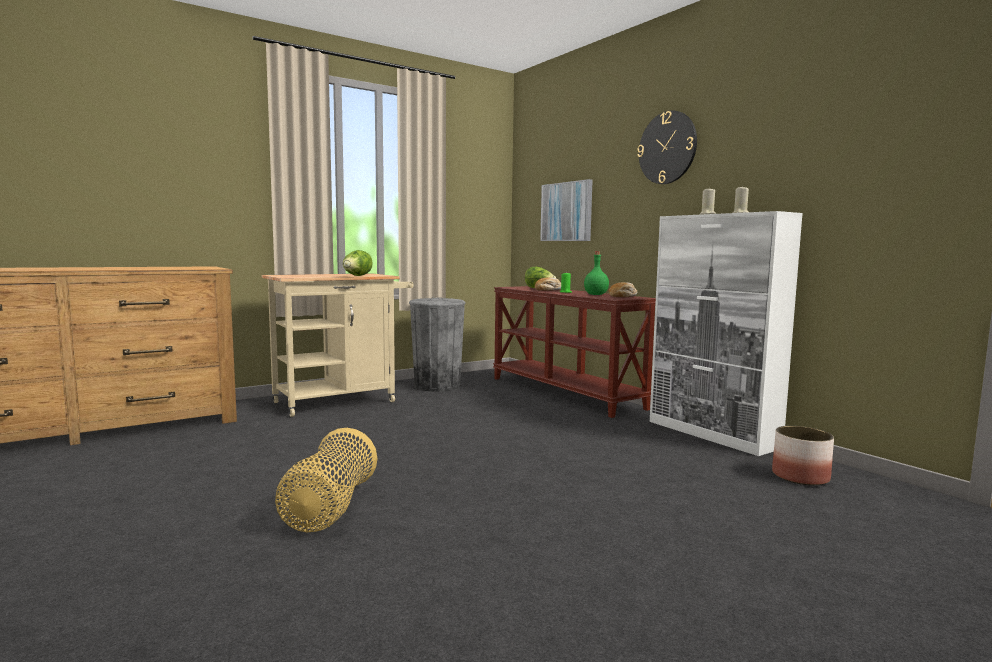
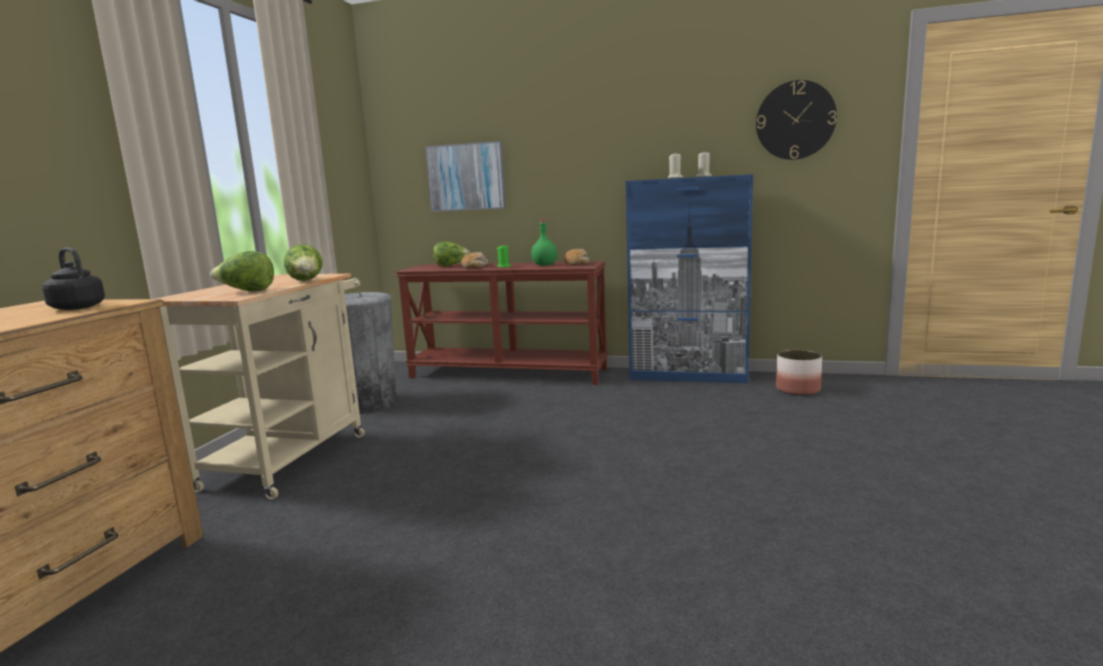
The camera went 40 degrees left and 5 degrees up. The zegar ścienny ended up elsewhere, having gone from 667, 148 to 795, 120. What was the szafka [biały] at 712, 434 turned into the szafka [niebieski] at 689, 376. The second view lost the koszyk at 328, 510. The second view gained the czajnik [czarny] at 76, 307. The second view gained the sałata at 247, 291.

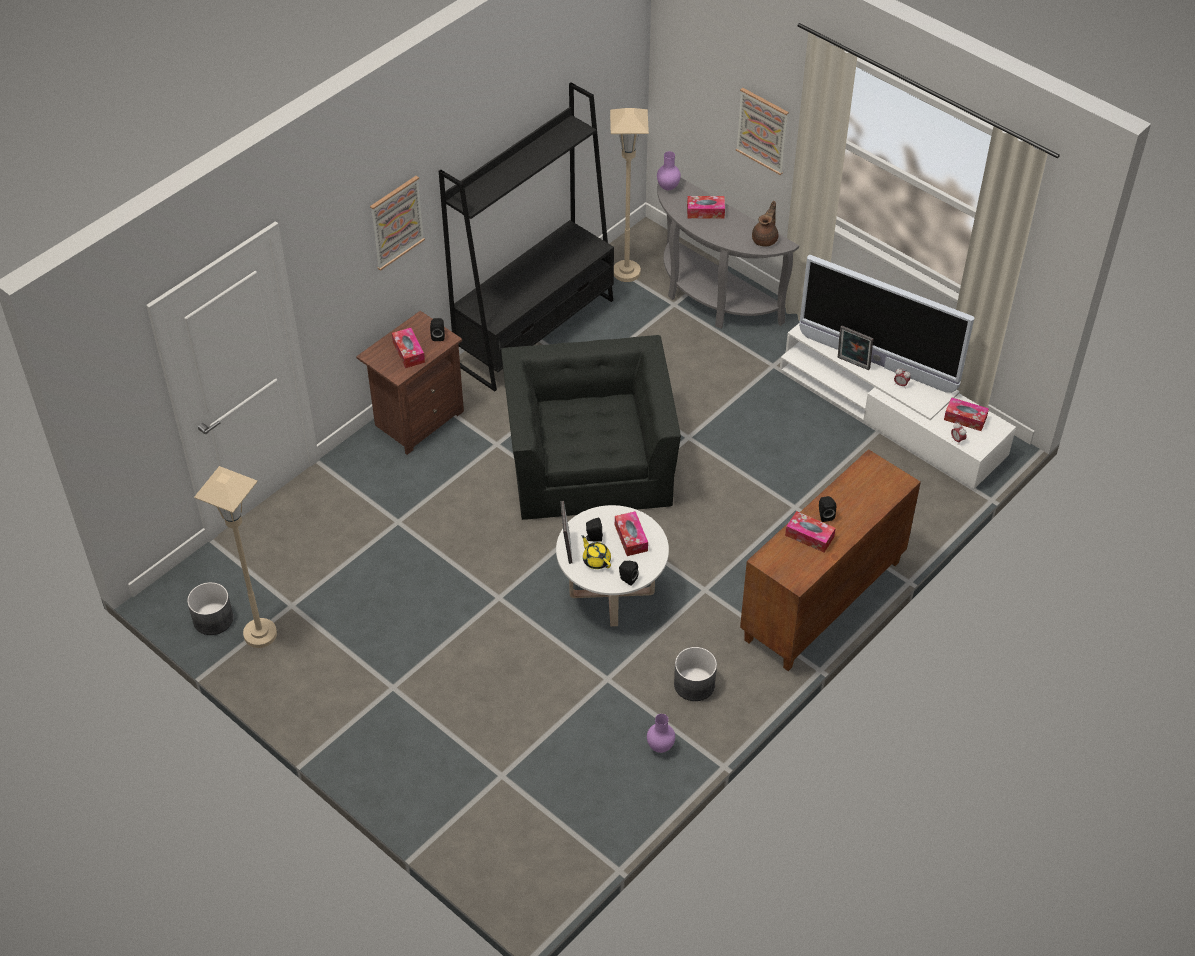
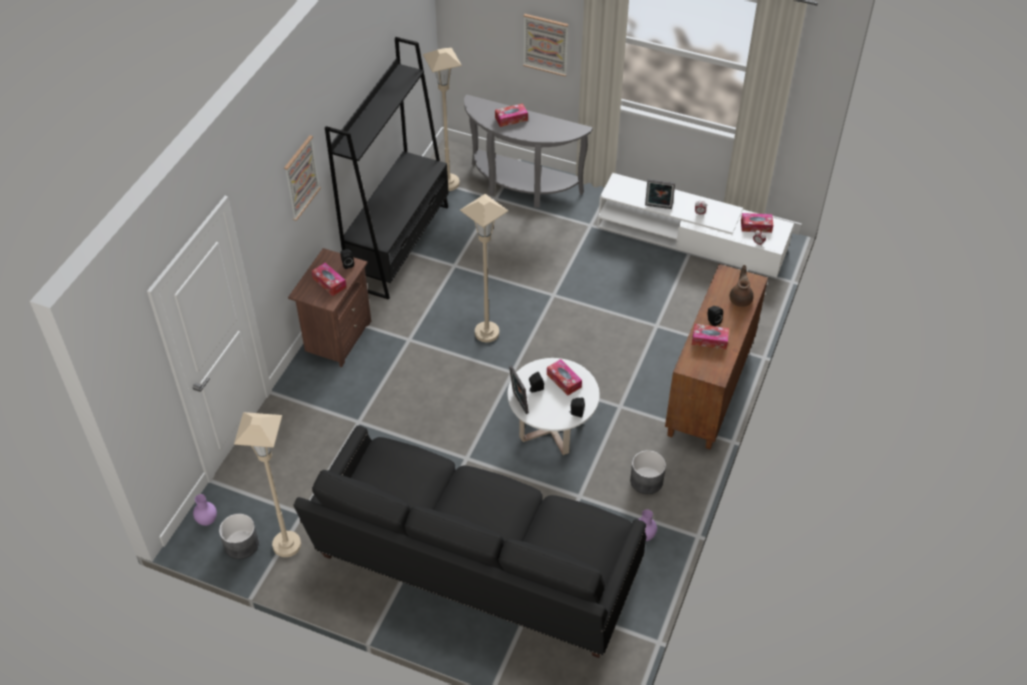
The camera went 20 degrees left and 0 degrees up. The wazon [fioletowy] ended up elsewhere, having gone from 667, 187 to 207, 521. The imbryk [brązowy] ended up elsewhere, having gone from 765, 239 to 741, 299. The second view lost the telewizor at 876, 363. Where the fotel [czarny] stood at 589, 461, the lampa stojąca [beżowy] came to stand at 487, 333. The second view lost the imbryk [żółty] at 596, 560. The second view gained the kanapa [czarny] at 475, 567.

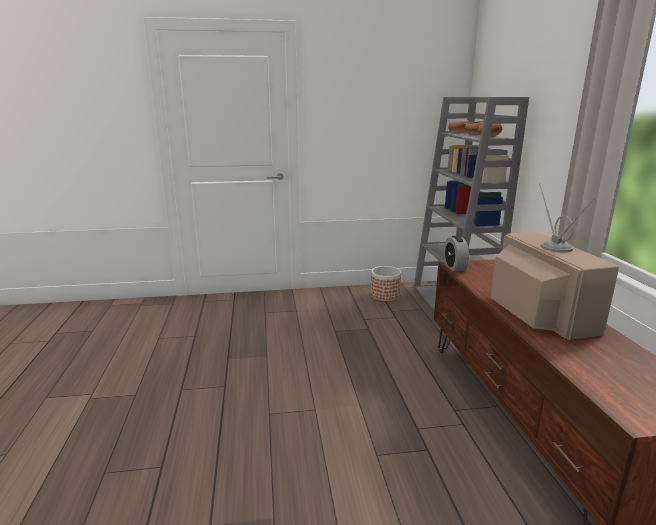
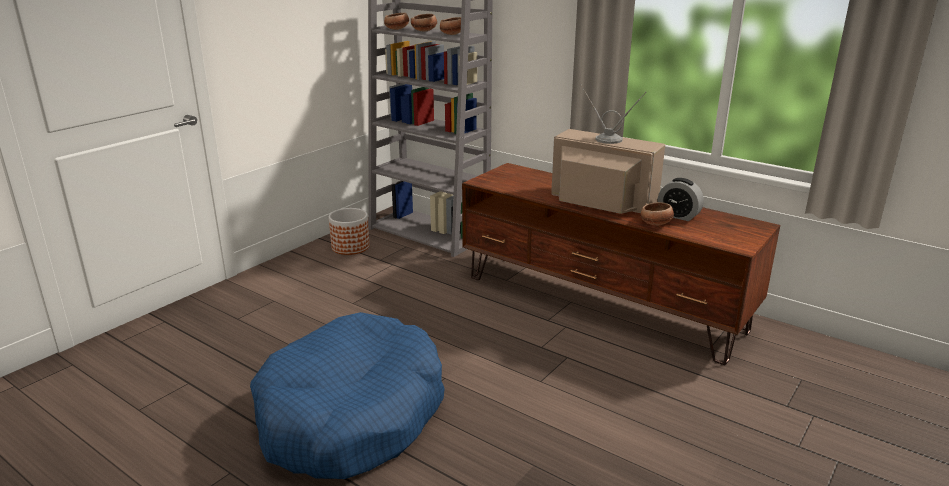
The camera went 45 degrees left and 5 degrees up. The budzik ended up elsewhere, having gone from 454, 267 to 678, 216. The second view gained the miska at 656, 224. The second view gained the legowisko [niebieski] at 351, 415.

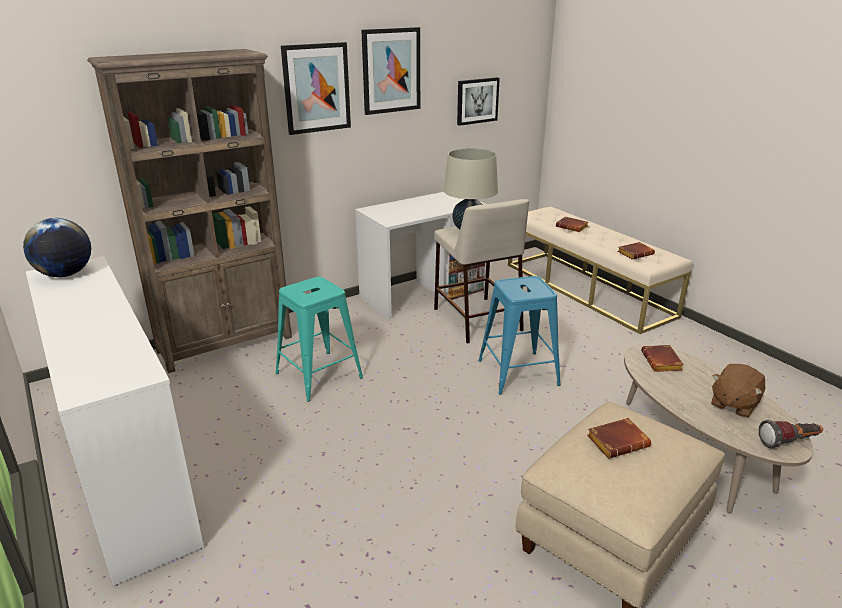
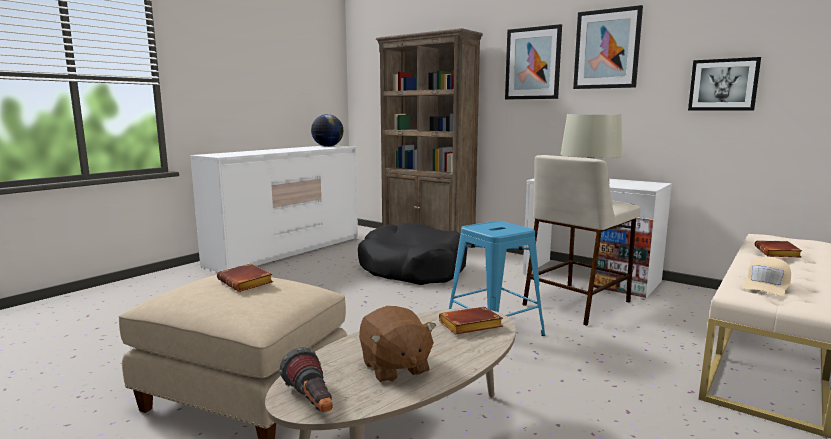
The camera went 70 degrees right and 15 degrees down. Where the książka [brązowy] stood at 635, 253, the czapka z daszkiem [beżowy] came to stand at 766, 285. Where the stołek [turkusowy] stood at 318, 375, the legowisko [czarny] came to stand at 412, 269. The pluszak [brązowy] at 733, 404 ended up facing another way, 135 degrees counterclockwise from before.

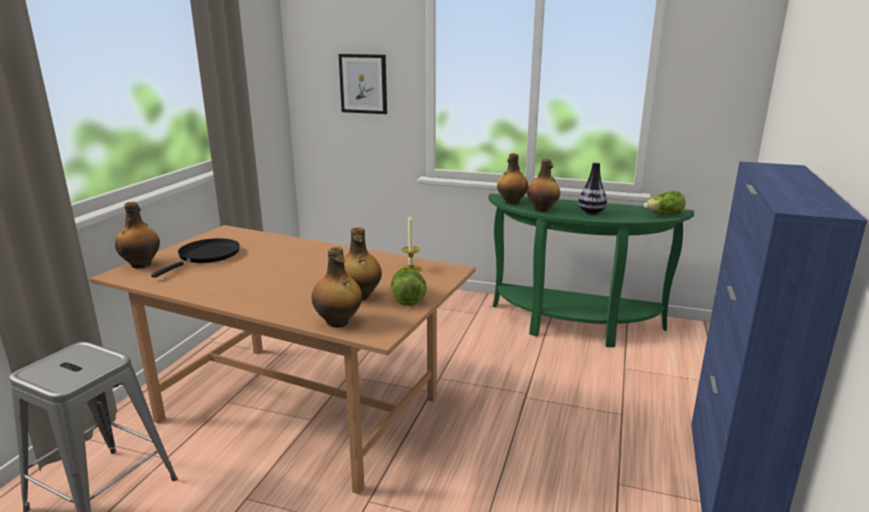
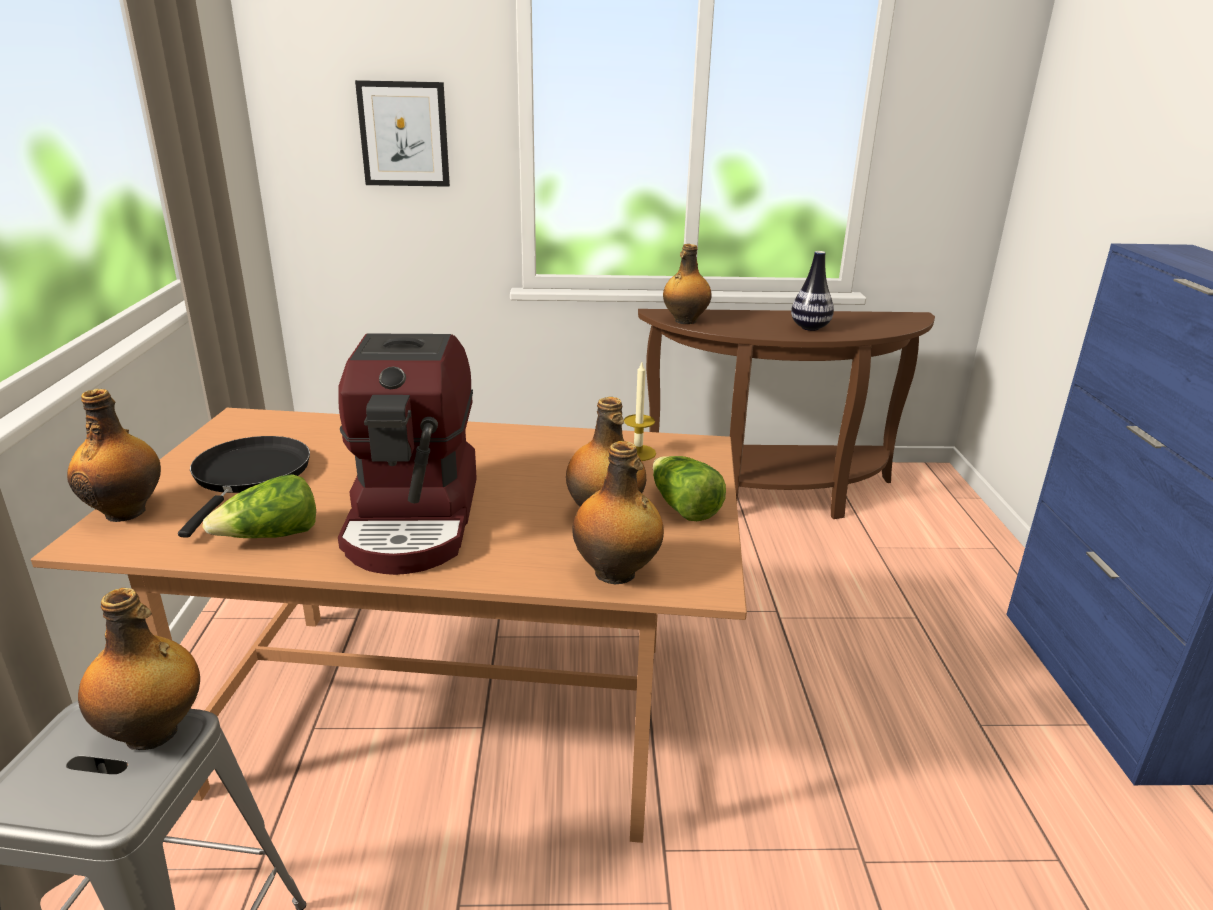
The camera went 20 degrees left and 5 degrees up. The butelka ended up elsewhere, having gone from 542, 210 to 154, 733. The sałata ended up elsewhere, having gone from 663, 214 to 271, 536. What was the stolik konsolowy [zielony] at 573, 326 turned into the stolik konsolowy [brązowy] at 773, 495. The second view gained the ekspres do kawy at 415, 519.

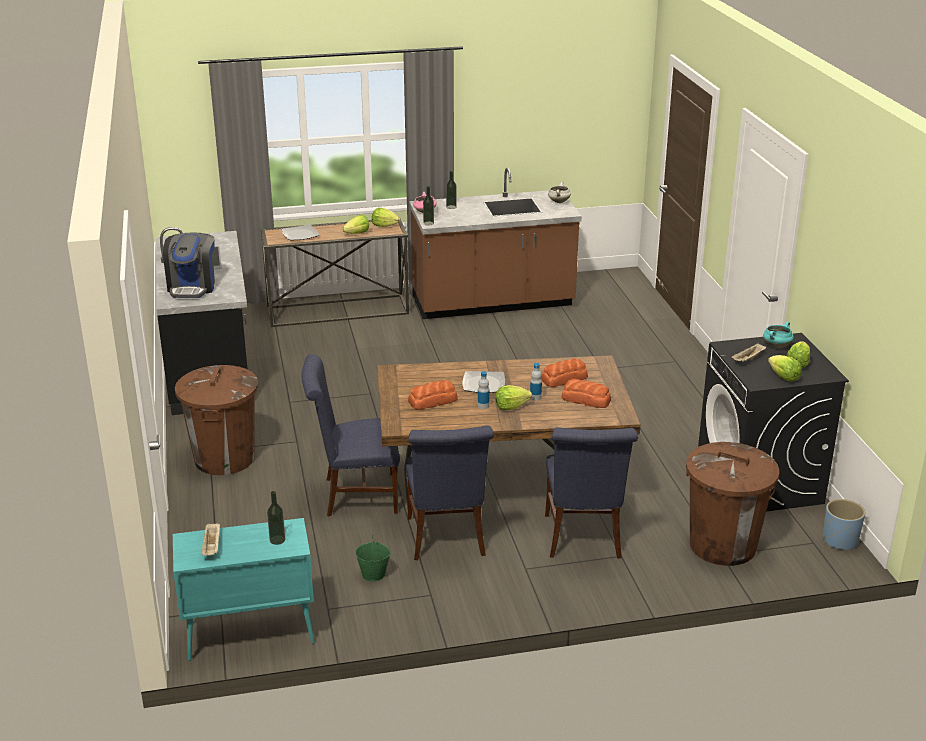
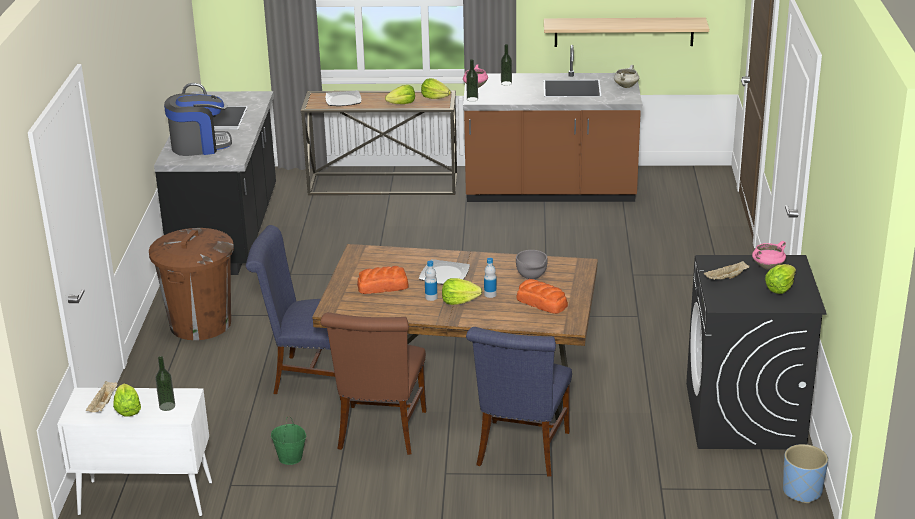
The camera went 15 degrees right and 0 degrees up. The ekspres do kawy at 192, 287 ended up facing another way, 120 degrees counterclockwise from before. What was the garnek [turkusowy] at 776, 345 turned into the garnek [różowy] at 768, 266. The sałata ended up elsewhere, having gone from 783, 377 to 127, 410. Where the chleb stood at 564, 379, the miska [szary] came to stand at 532, 278. What was the krzesło [niebieski] at 447, 540 turned into the krzesło [brązowy] at 380, 433. The second view lost the kosz na śmieci [brązowy] at 723, 545. What was the szafka [turkusowy] at 248, 634 turned into the szafka [biały] at 144, 498. The second view gained the półka at 624, 32.

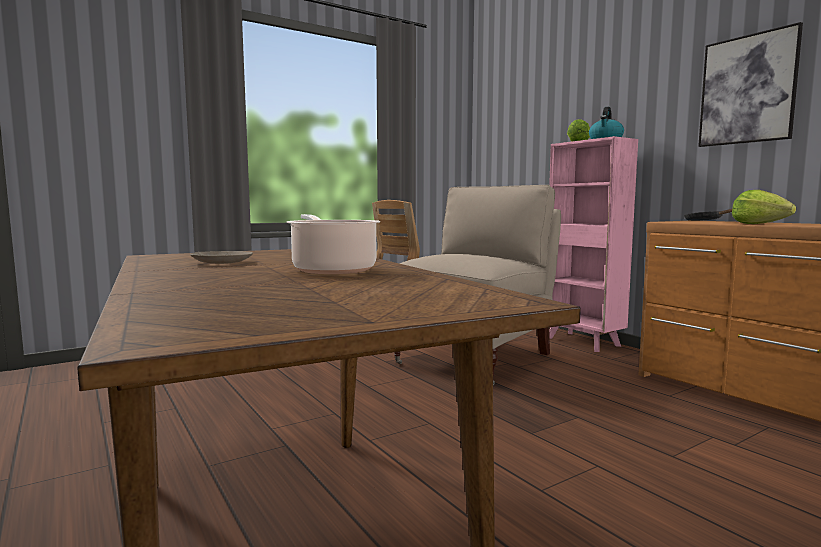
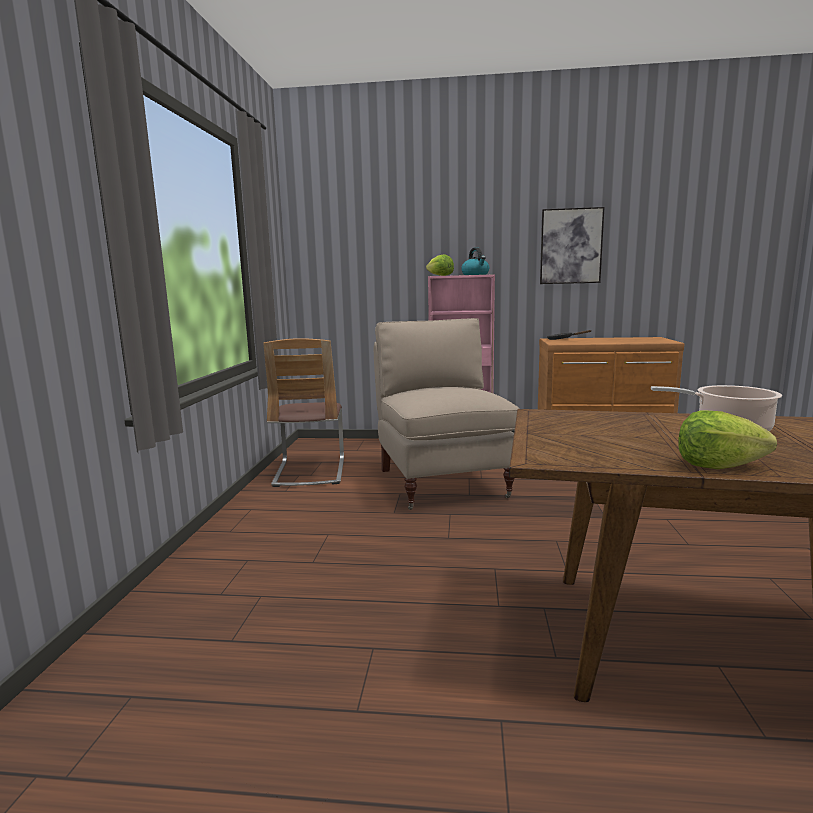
The camera went 50 degrees left and 5 degrees up. The sałata ended up elsewhere, having gone from 759, 224 to 717, 465. The second view lost the talerz [beżowy] at 221, 262.

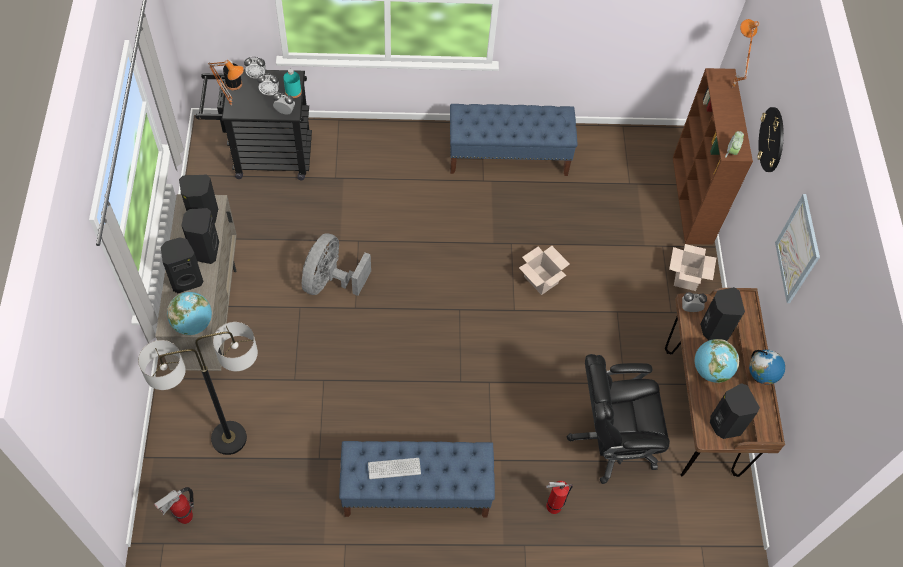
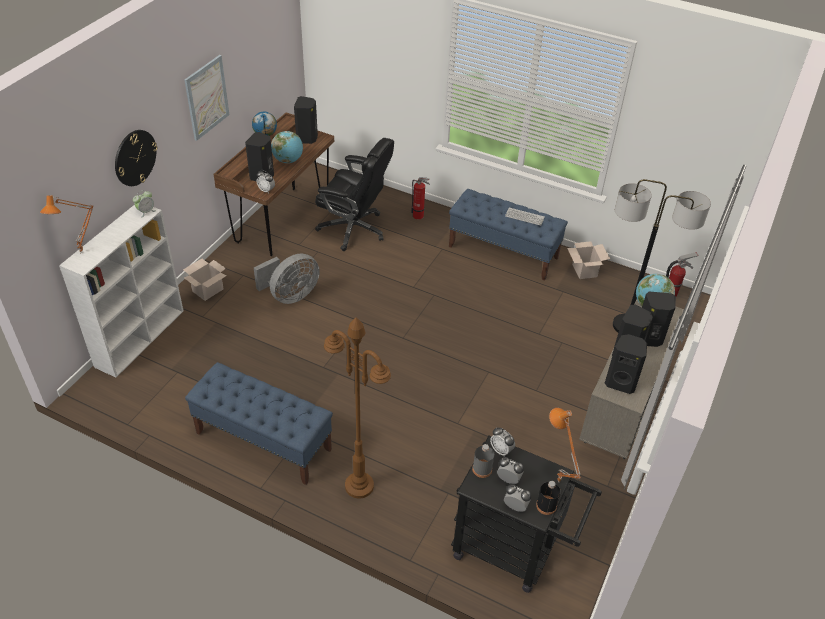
The camera went 150 degrees left and 15 degrees down. What was the regał [brązowy] at 692, 200 turned into the regał [biały] at 140, 337. What was the butelka [turkusowy] at 293, 92 turned into the butelka [szary] at 482, 469. The wentylator [szary] ended up elsewhere, having gone from 331, 281 to 290, 295. The karton ended up elsewhere, having gone from 541, 280 to 584, 270. The second view gained the lampa stojąca [brązowy] at 359, 486.

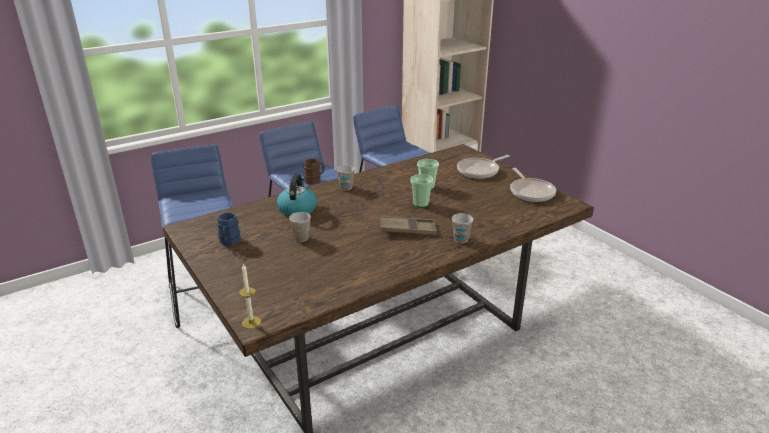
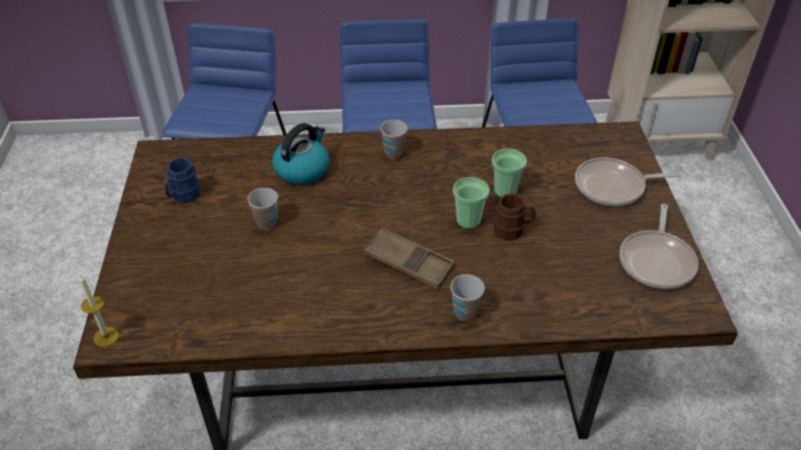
The camera went 30 degrees right and 15 degrees up. The kubek [brązowy] ended up elsewhere, having gone from 314, 180 to 512, 230.

